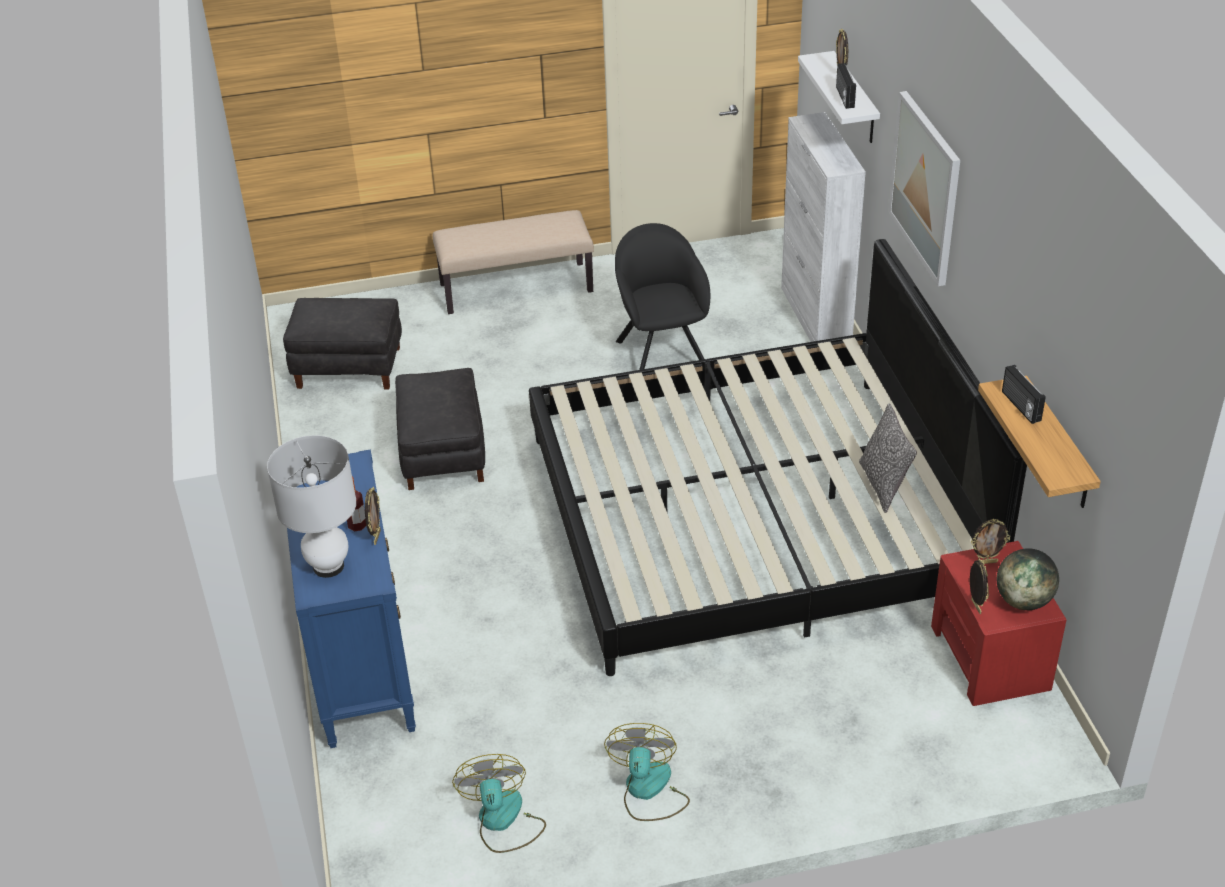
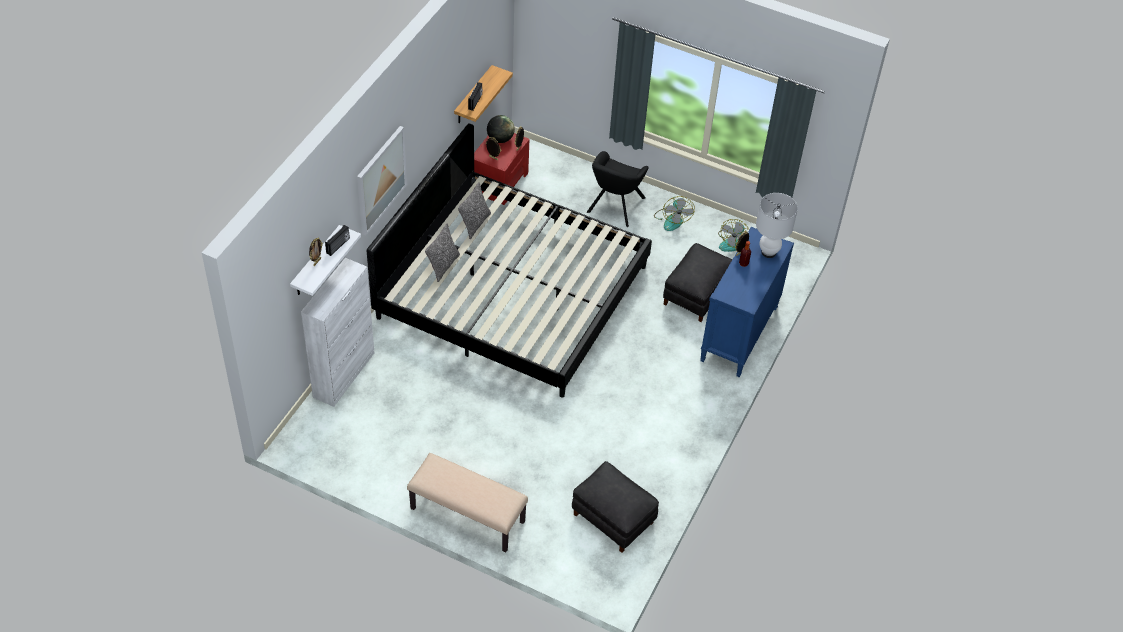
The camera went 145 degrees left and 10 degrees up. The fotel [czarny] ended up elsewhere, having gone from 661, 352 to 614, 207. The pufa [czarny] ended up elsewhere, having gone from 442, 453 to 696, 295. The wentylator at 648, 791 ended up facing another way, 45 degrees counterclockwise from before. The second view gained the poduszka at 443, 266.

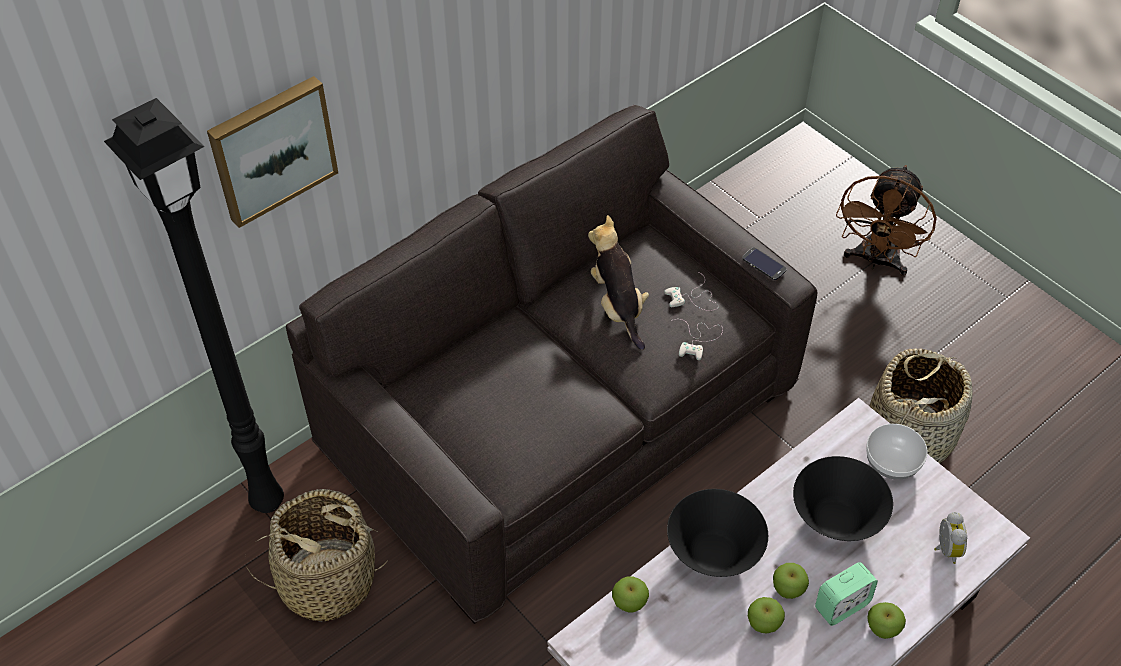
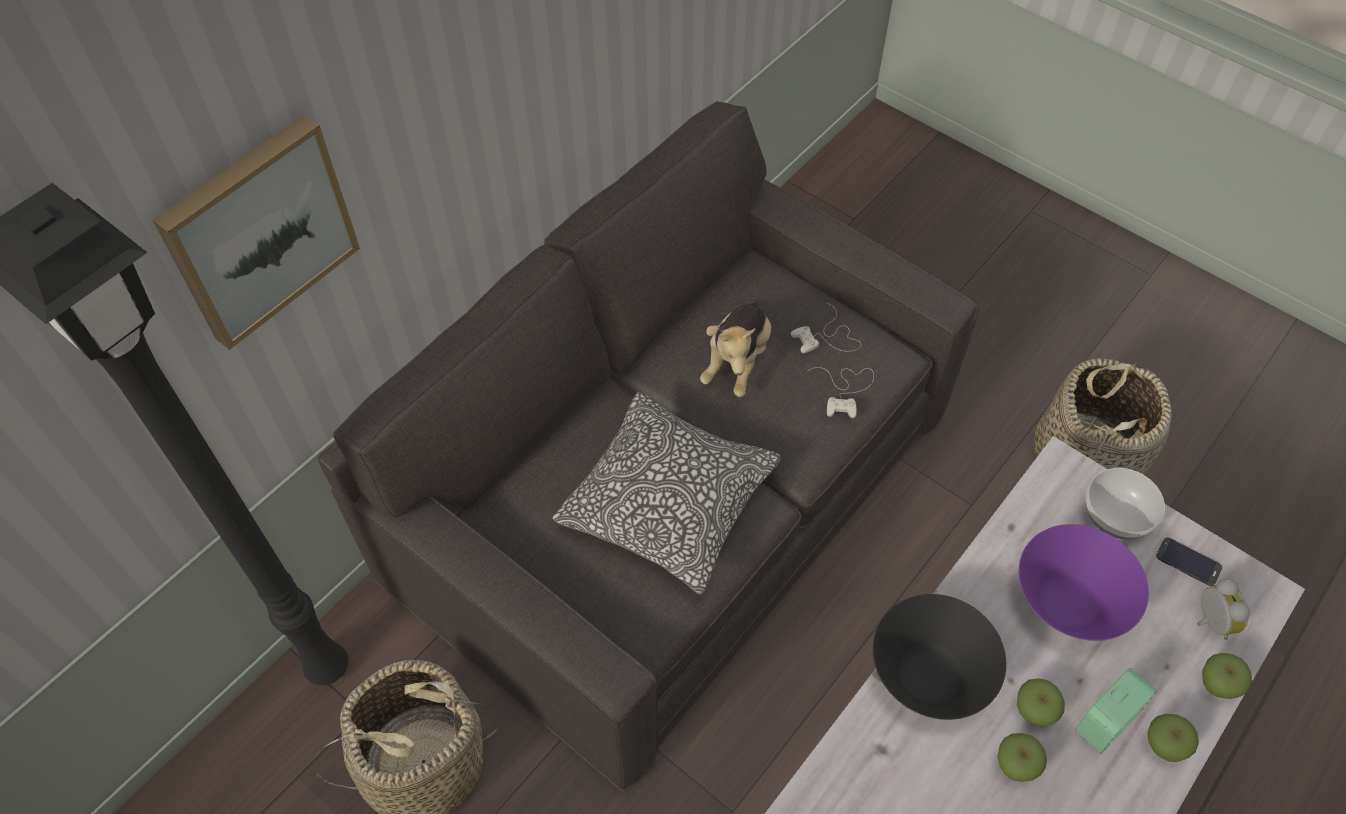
The camera went 10 degrees left and 5 degrees up. The second view lost the wentylator [brązowy] at 875, 261. The pluszak at 618, 306 ended up facing another way, 135 degrees counterclockwise from before. The telefon ended up elsewhere, having gone from 764, 264 to 1188, 562. What was the miska [czarny] at 836, 519 turned into the miska [fioletowy] at 1068, 602. The jabłko ended up elsewhere, having gone from 629, 603 to 1216, 685. The second view gained the poduszka at 668, 502.

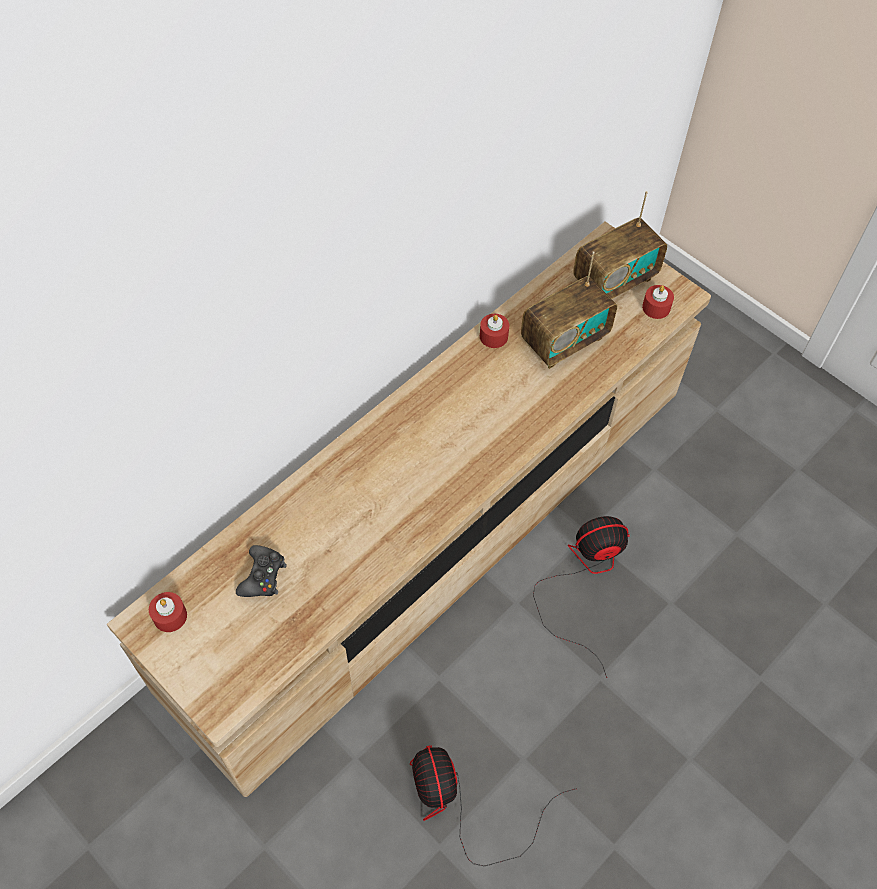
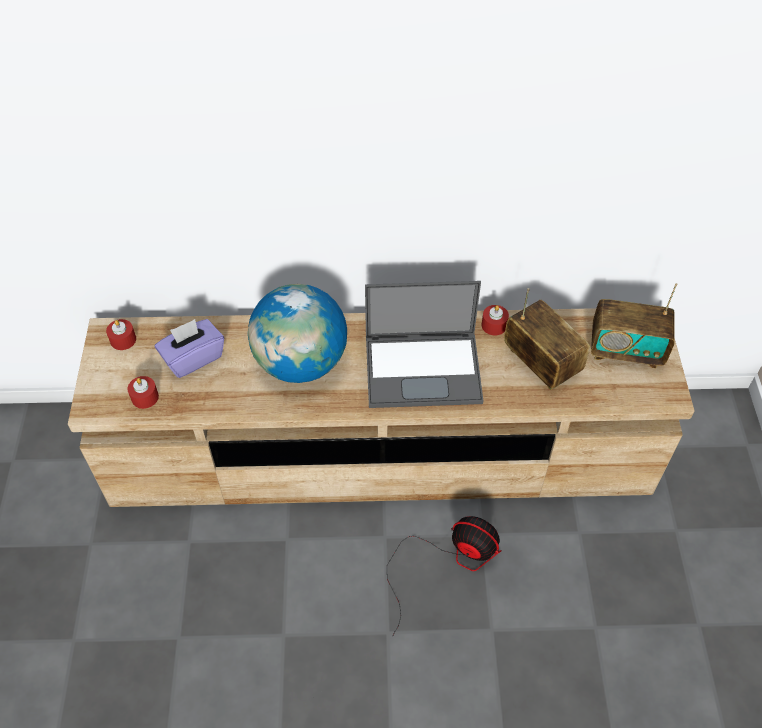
The camera went 45 degrees right and 5 degrees down. The radio at 564, 341 ended up facing another way, 135 degrees counterclockwise from before. The świeca [czerwony] ended up elsewhere, having gone from 656, 307 to 145, 397. Where the pad do gier [czarny] stood at 263, 576, the pudełko chusteczek [fioletowy] came to stand at 193, 358. The second view lost the wentylator at 462, 803. The second view gained the laptop at 424, 369. The second view gained the globus at 301, 363.

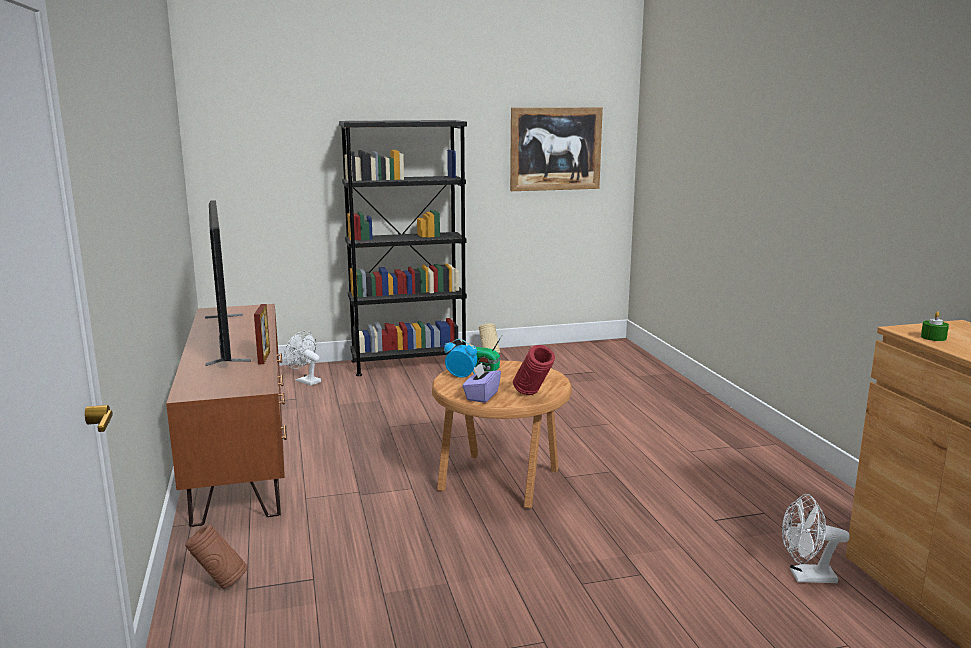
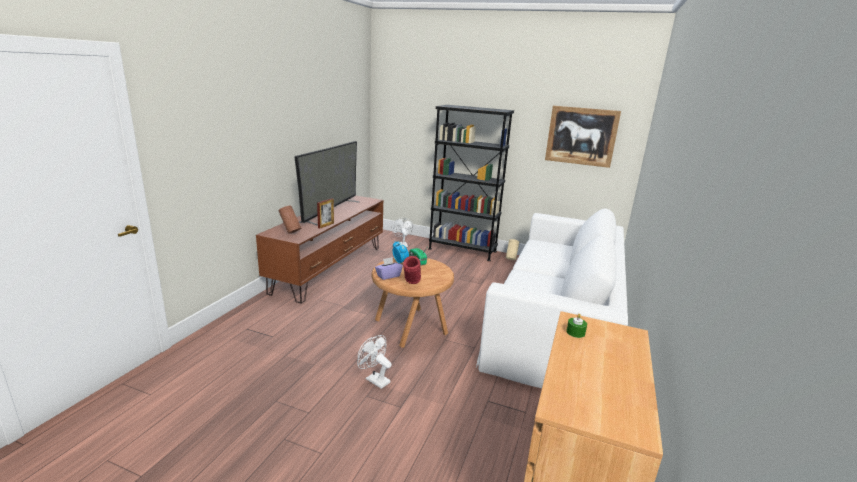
The camera went 35 degrees right and 5 degrees up. The wentylator [biały] ended up elsewhere, having gone from 806, 577 to 374, 379. The wazon [brązowy] ended up elsewhere, having gone from 219, 584 to 290, 232. The second view gained the kanapa [biały] at 557, 318.

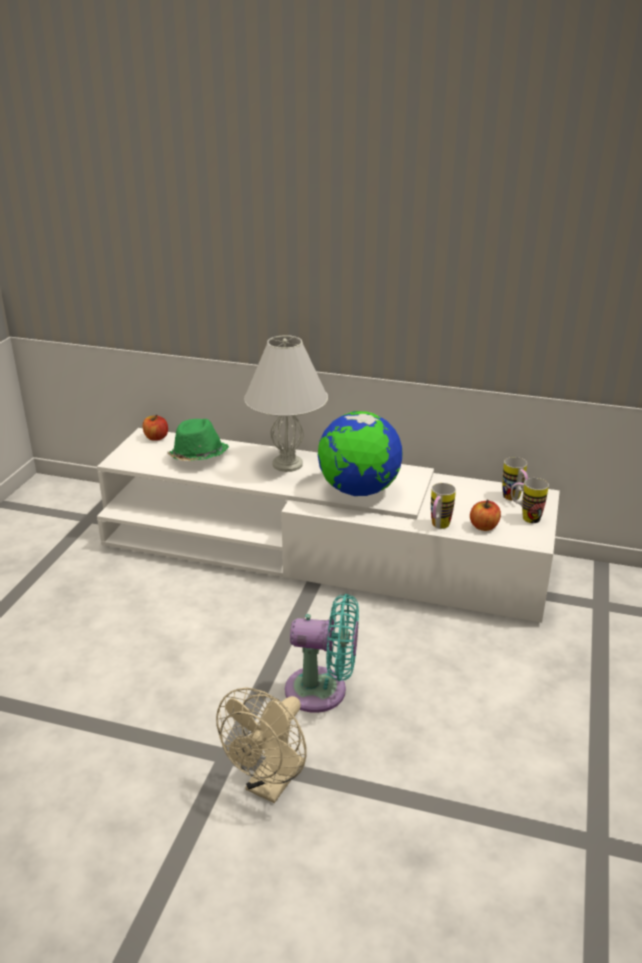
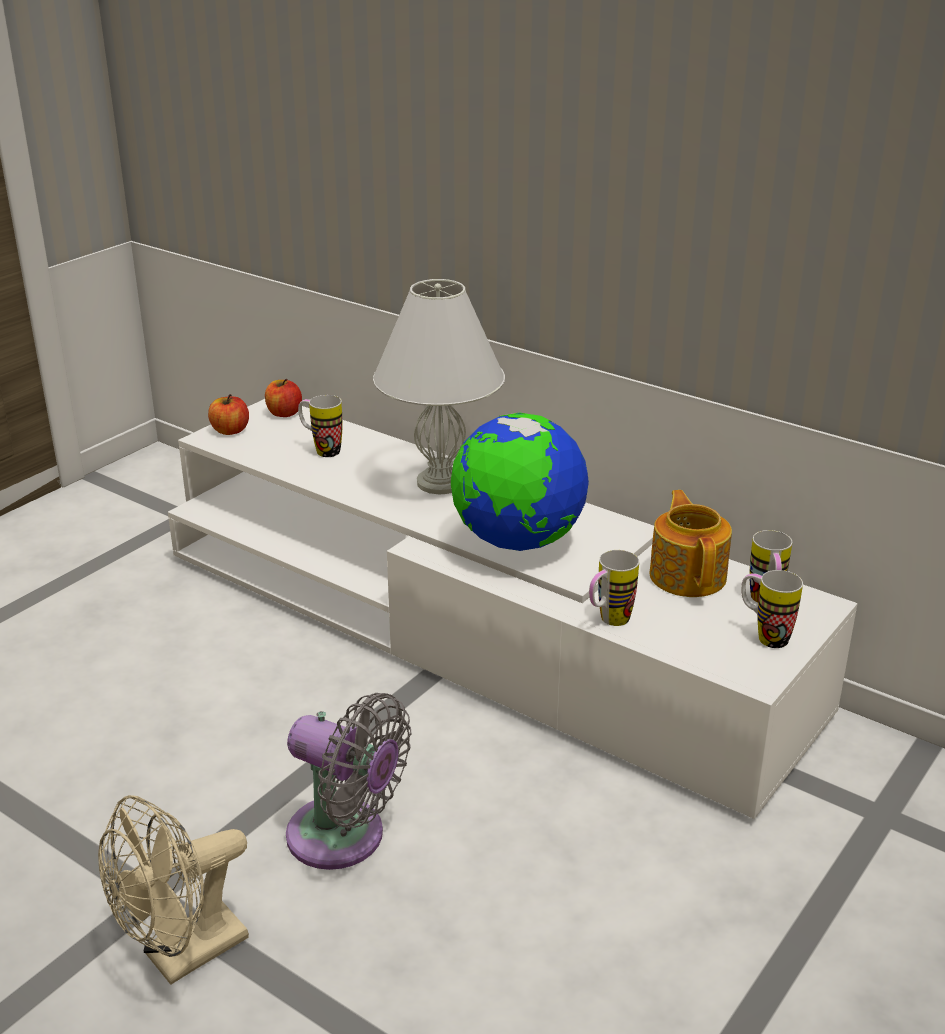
The camera went 20 degrees right and 0 degrees up. Where the kapelusz [zielony] stood at 198, 457, the kubek came to stand at 321, 450. The jabłko ended up elsewhere, having gone from 484, 526 to 230, 431. What was the wentylator [turkusowy] at 323, 691 turned into the wentylator [szary] at 344, 838. The second view gained the imbryk at 688, 575.

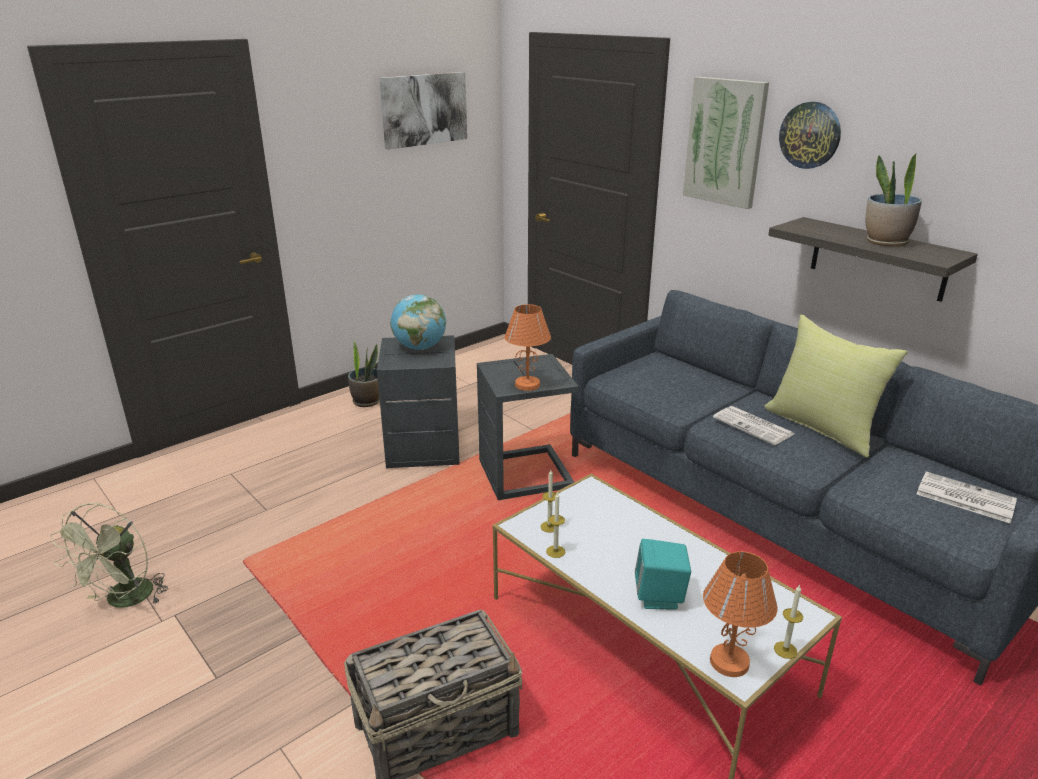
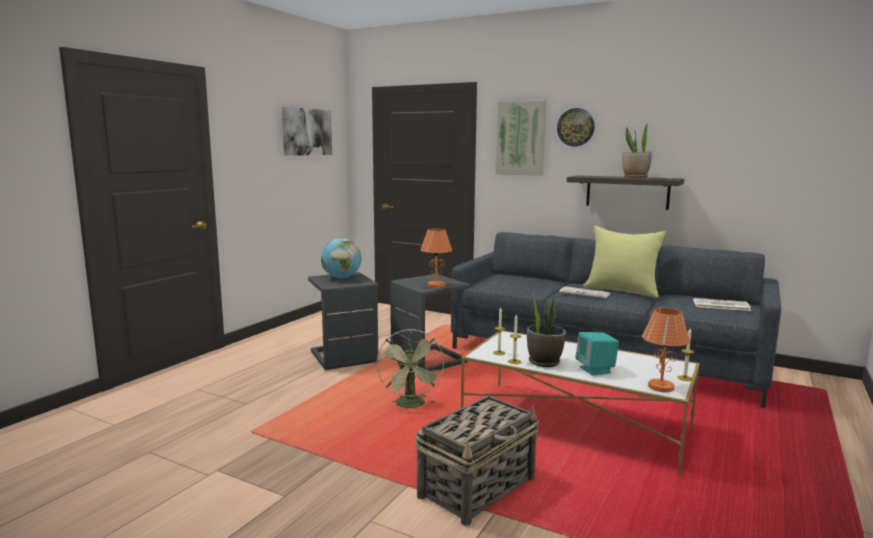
The camera went 20 degrees left and 15 degrees down. The roślina doniczkowa ended up elsewhere, having gone from 367, 401 to 544, 362. The wentylator [zielony] ended up elsewhere, having gone from 125, 601 to 412, 406.

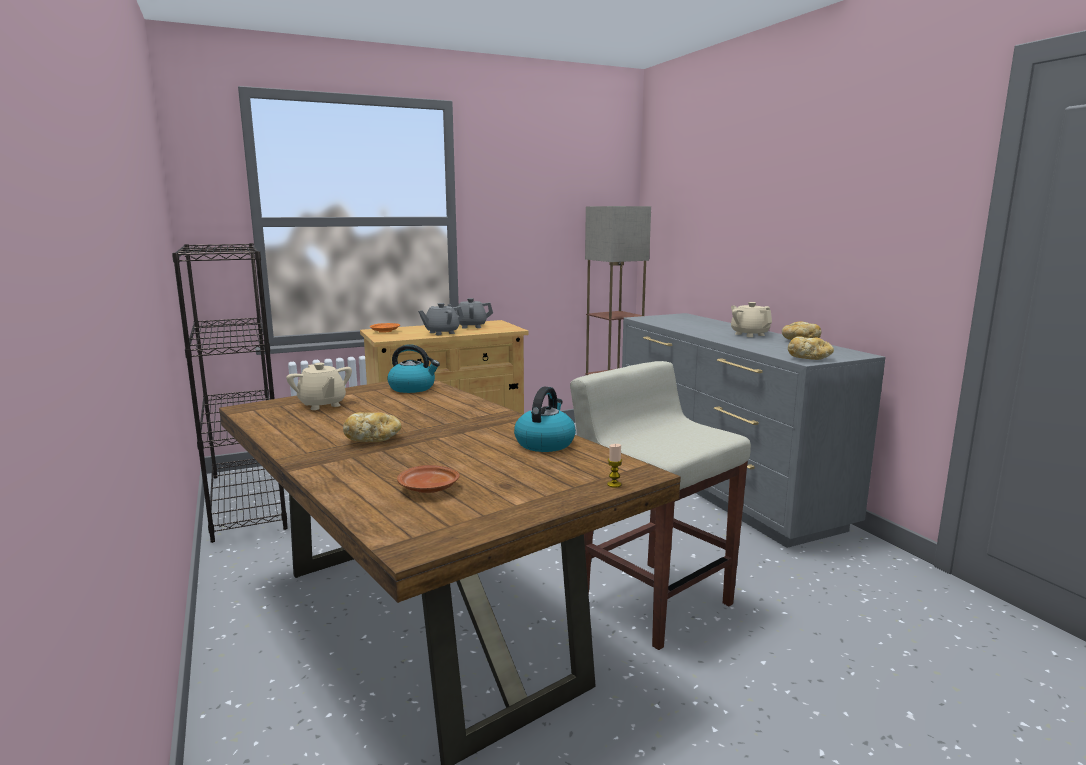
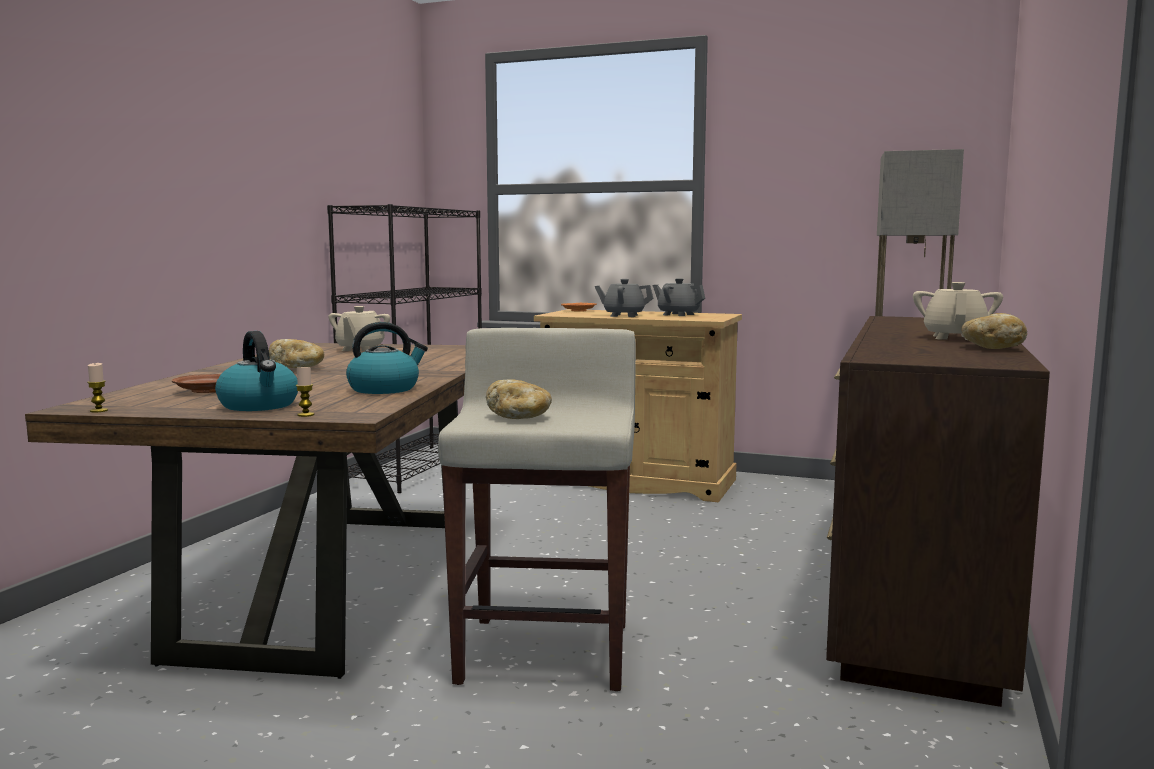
The camera went 45 degrees right and 5 degrees down. What was the komoda [szary] at 723, 487 turned into the komoda [brązowy] at 916, 596. The chleb ended up elsewhere, having gone from 809, 358 to 519, 417. The czajnik ended up elsewhere, having gone from 413, 388 to 259, 405. The second view gained the świeca at 99, 411.

